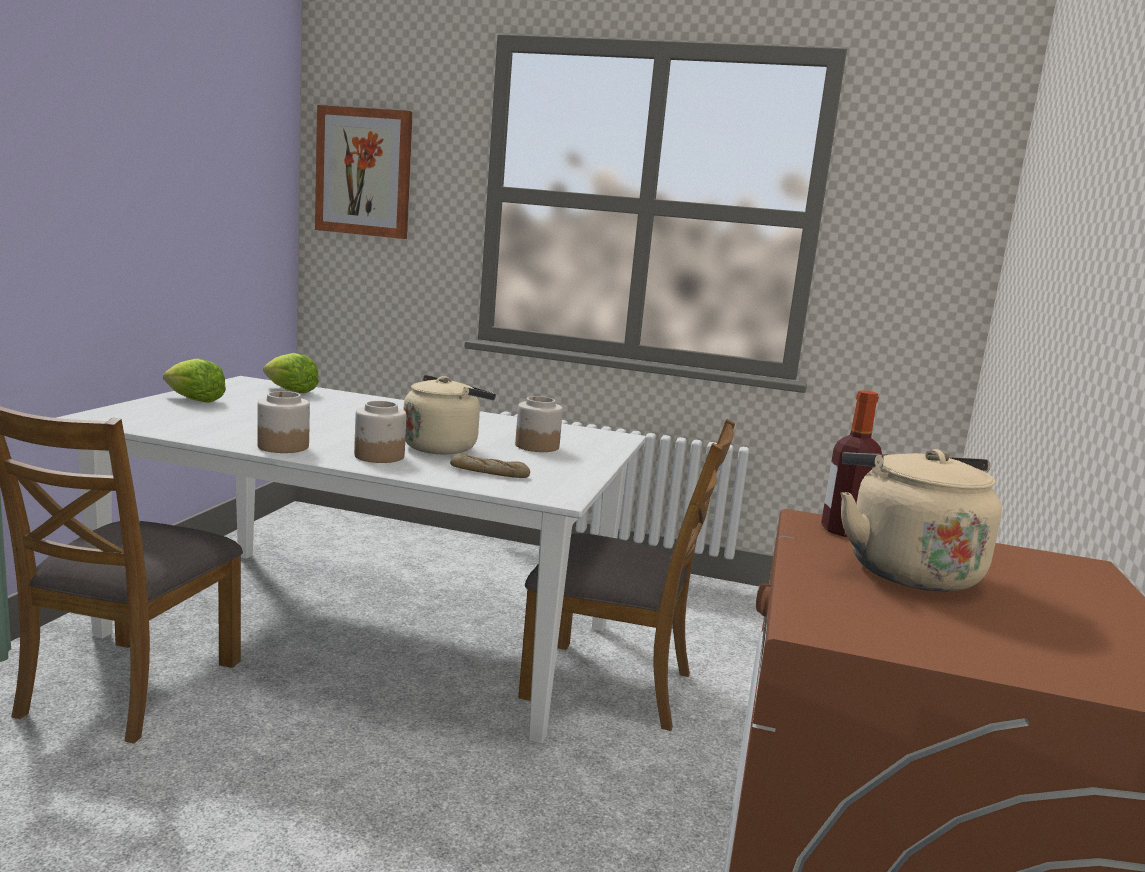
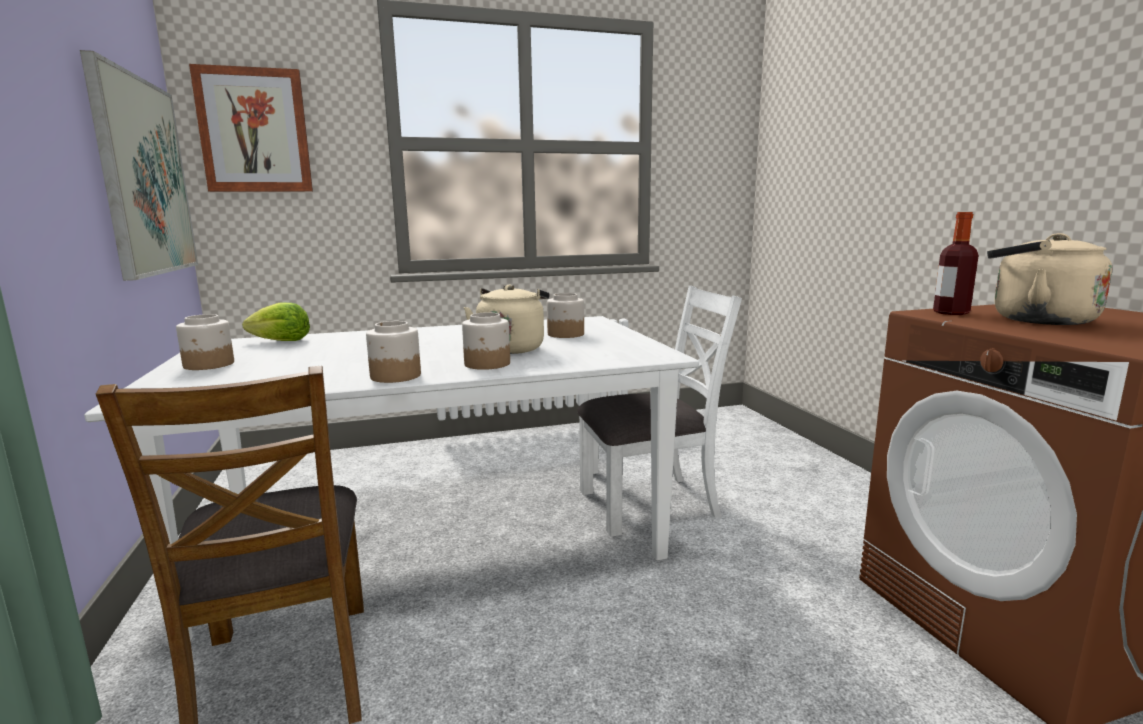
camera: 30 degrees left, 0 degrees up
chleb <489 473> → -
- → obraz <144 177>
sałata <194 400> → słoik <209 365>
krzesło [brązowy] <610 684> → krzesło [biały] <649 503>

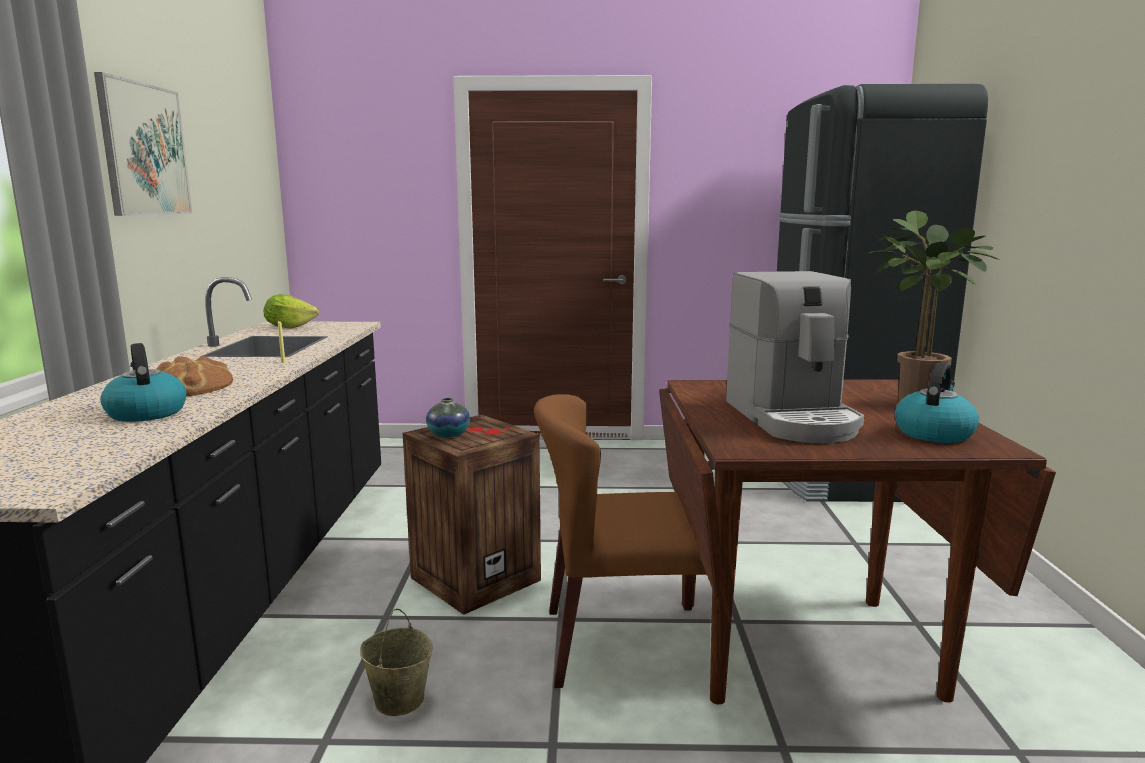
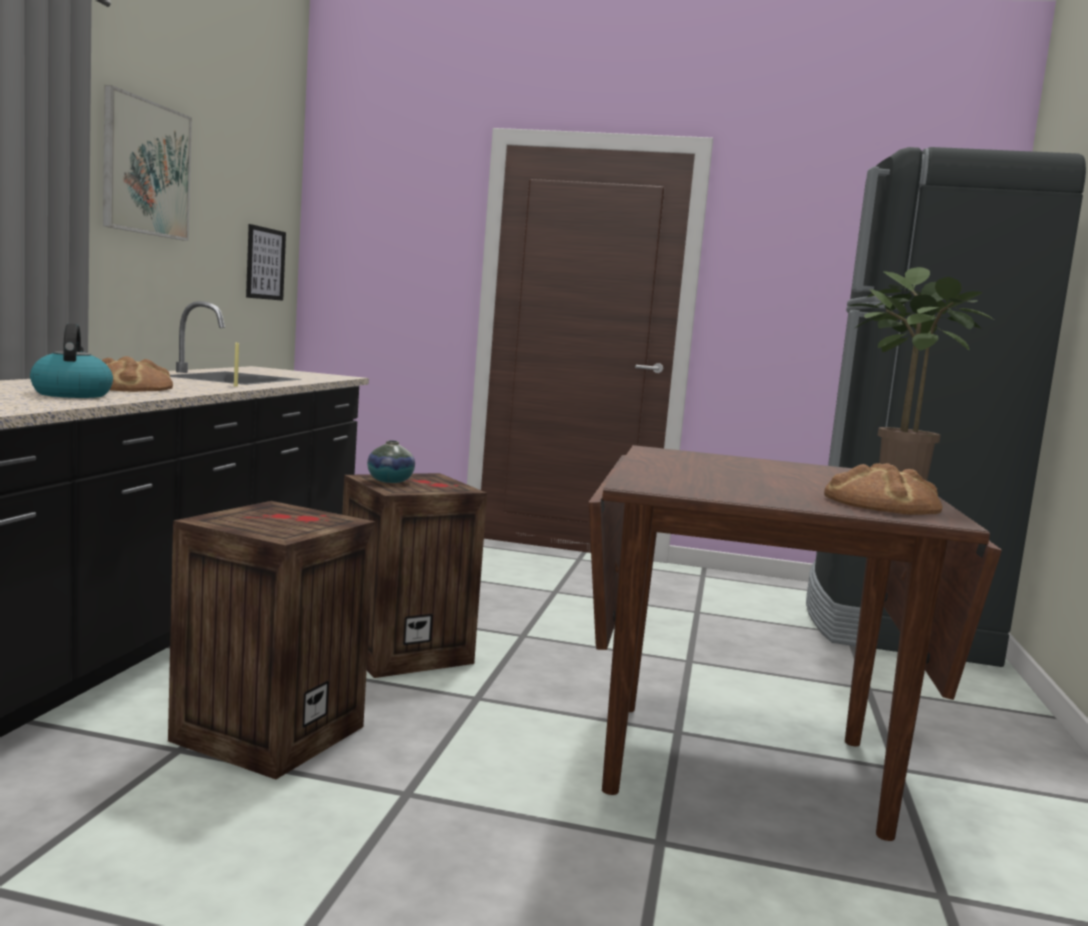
camera: 10 degrees right, 5 degrees down
sałata <289 327> → -
krzesło [brązowy] <626 643> → -
ekspres do kawy <793 418> → -
- → obraz <265 263>
wiadro [beżowy] <398 700> → skrzynka <268 732>
czajnik <933 433> → chleb <882 504>

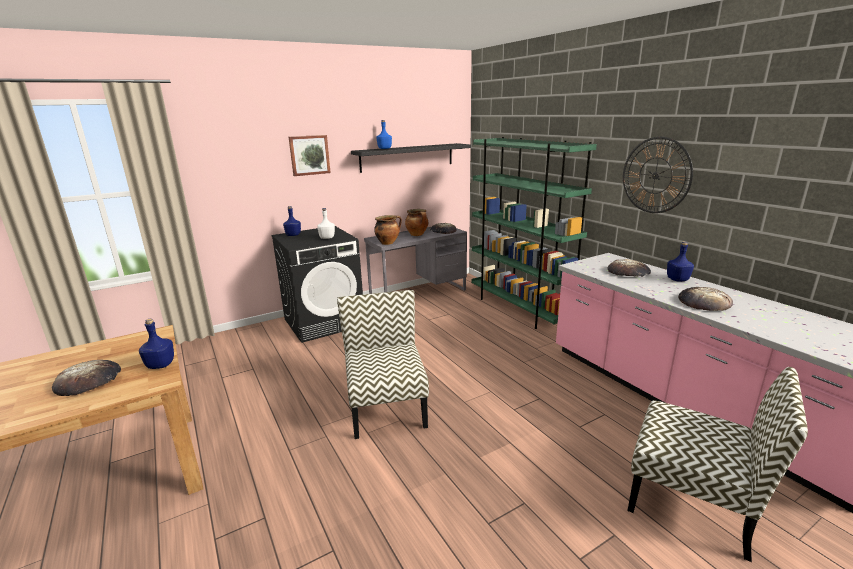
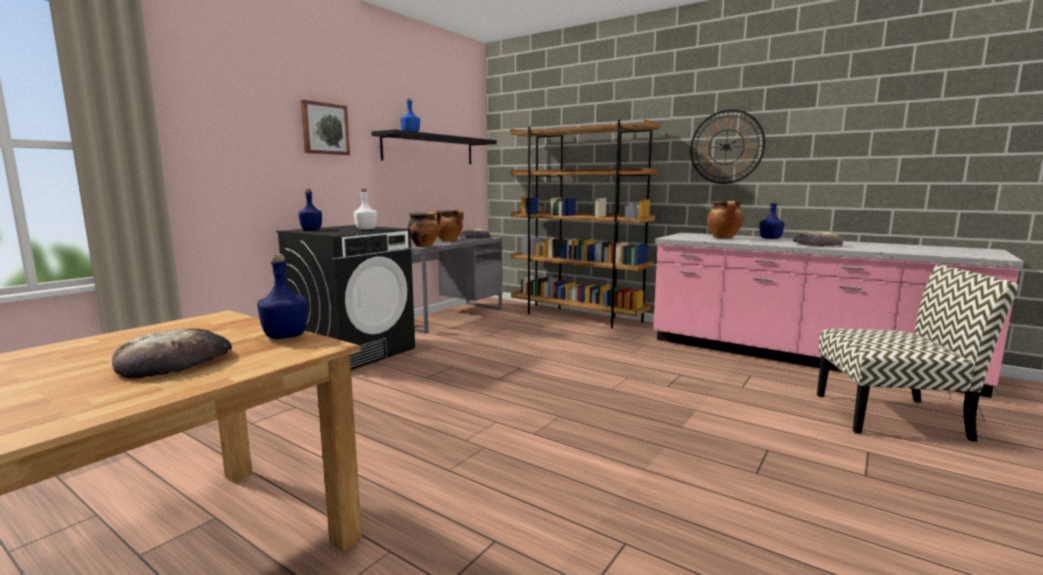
camera: 25 degrees left, 10 degrees down
krzesło <386 407> → -
chleb <628 272> → garnek <724 238>
regał [zielony] <519 309> → regał [brązowy] <577 316>

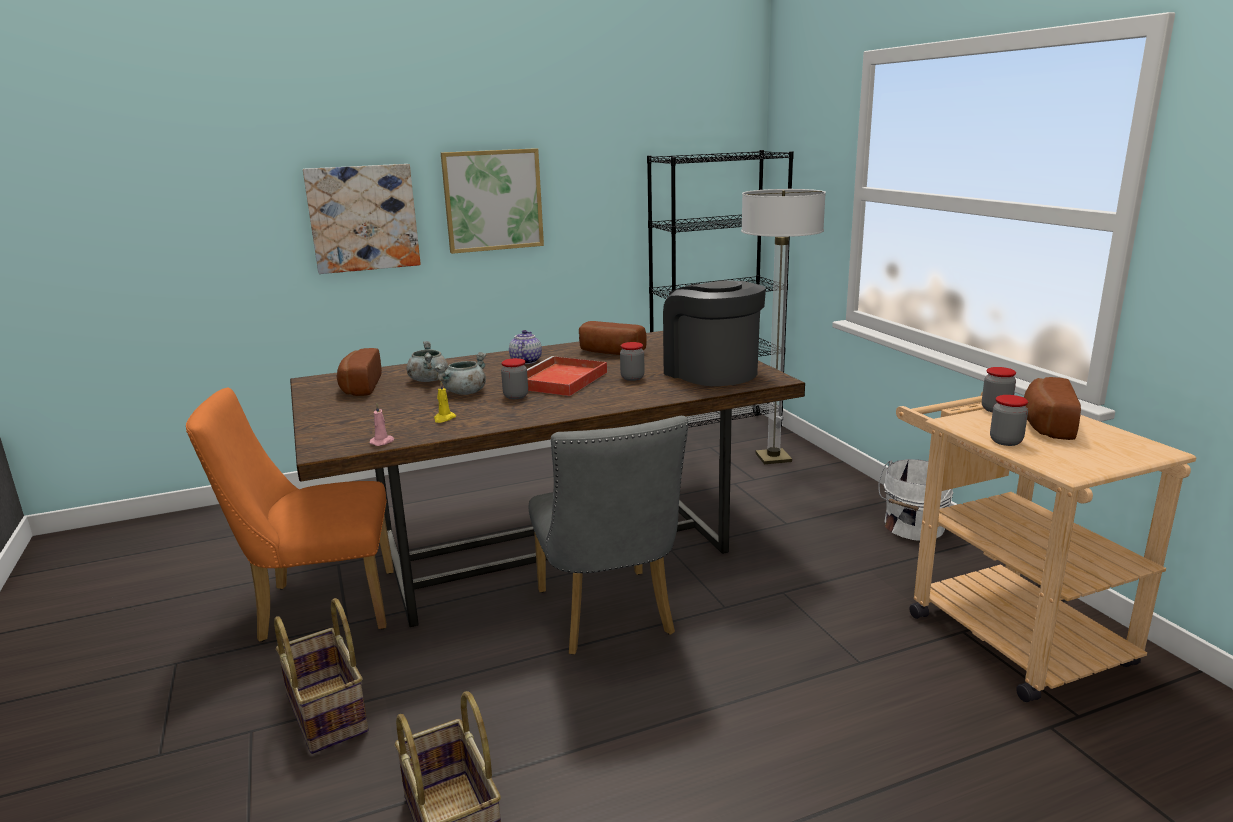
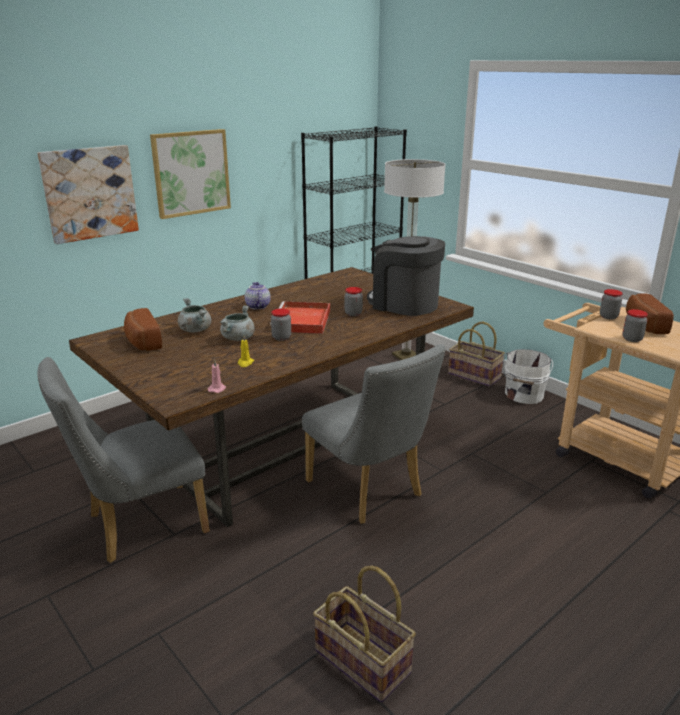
camera: 20 degrees left, 5 degrees up
chleb <609 353> → -
koszyk <328 713> → koszyk <475 375>, moved
krzesło [pomarańczowy] <317 607> → krzesło [szary] <138 526>

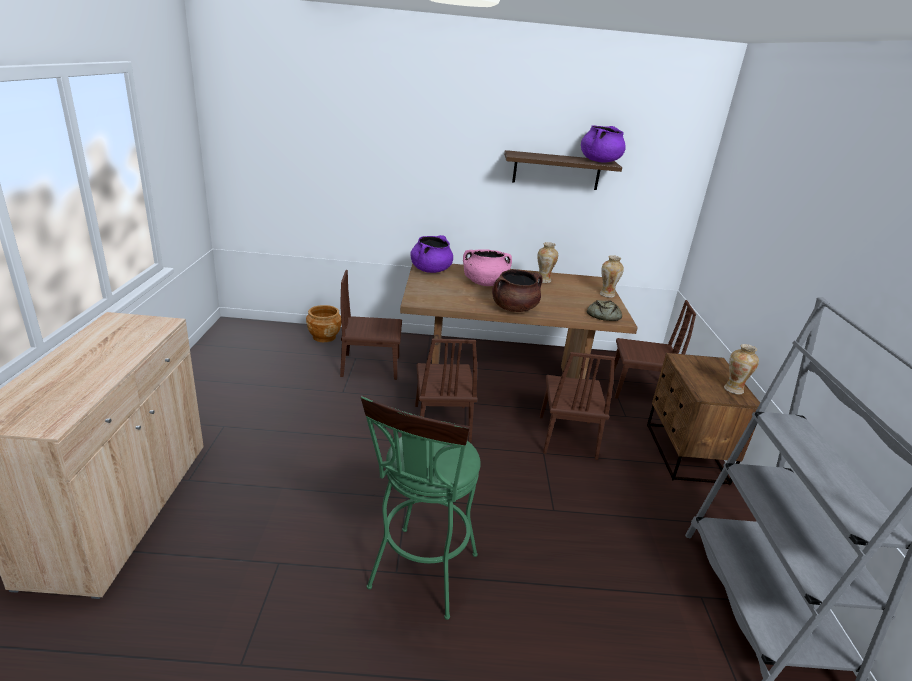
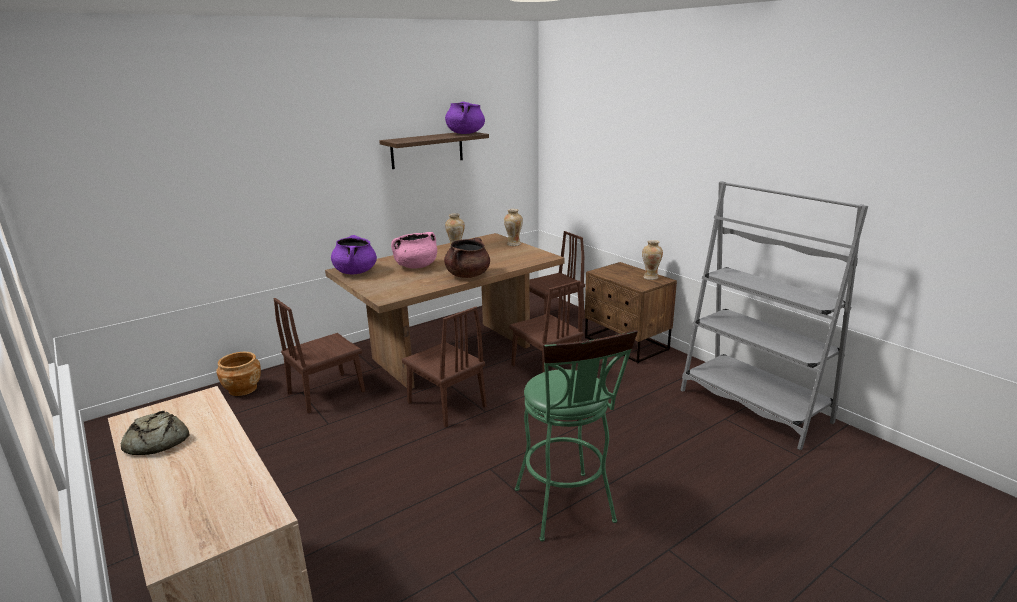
camera: 35 degrees left, 5 degrees down
chleb <602 315> → chleb <155 442>, moved

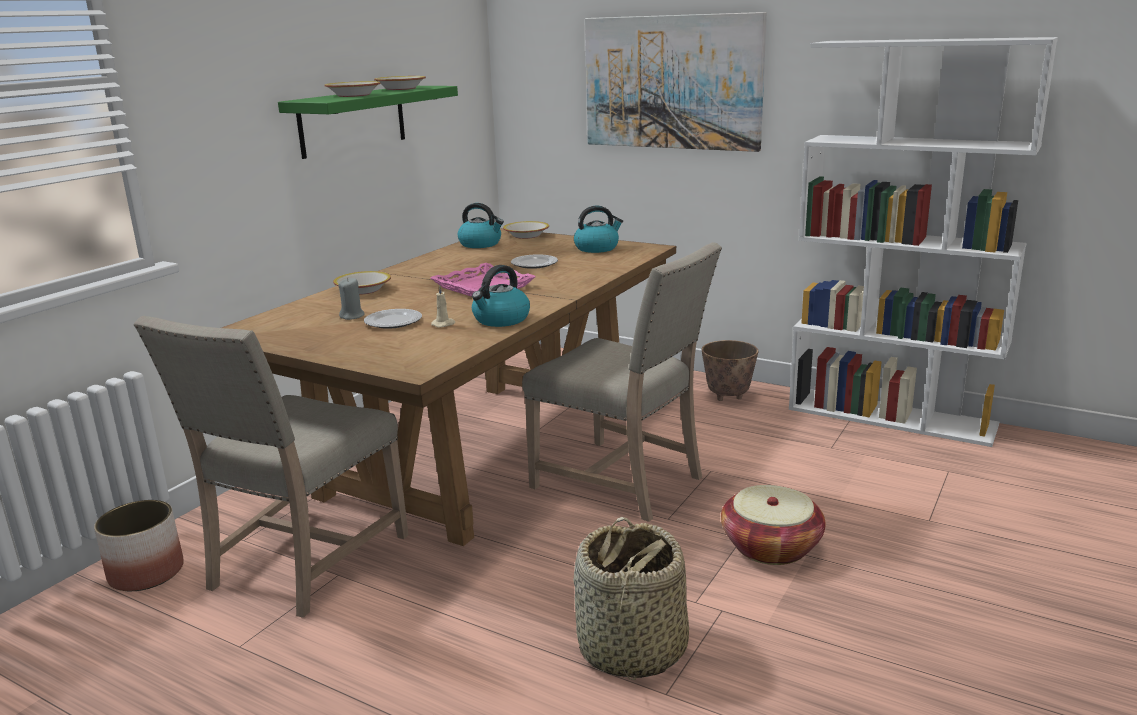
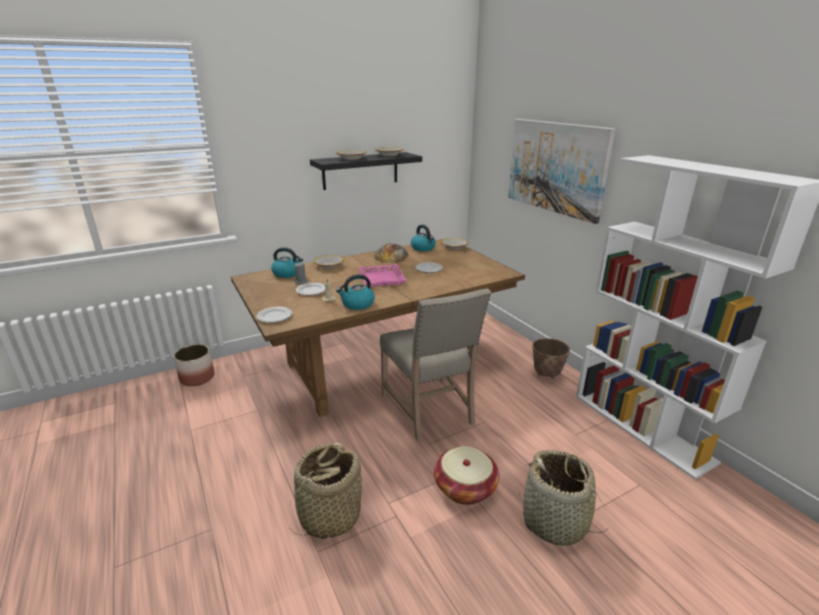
camera: 30 degrees right, 5 degrees up
krzesło [beżowy] <303 563> → -
- → talerz <275 316>
- → chleb <391 256>
- → koszyk <555 522>
czajnik <597 248> → czajnik <287 273>, moved
półka [zielony] <353 120> → półka [czarny] <360 170>

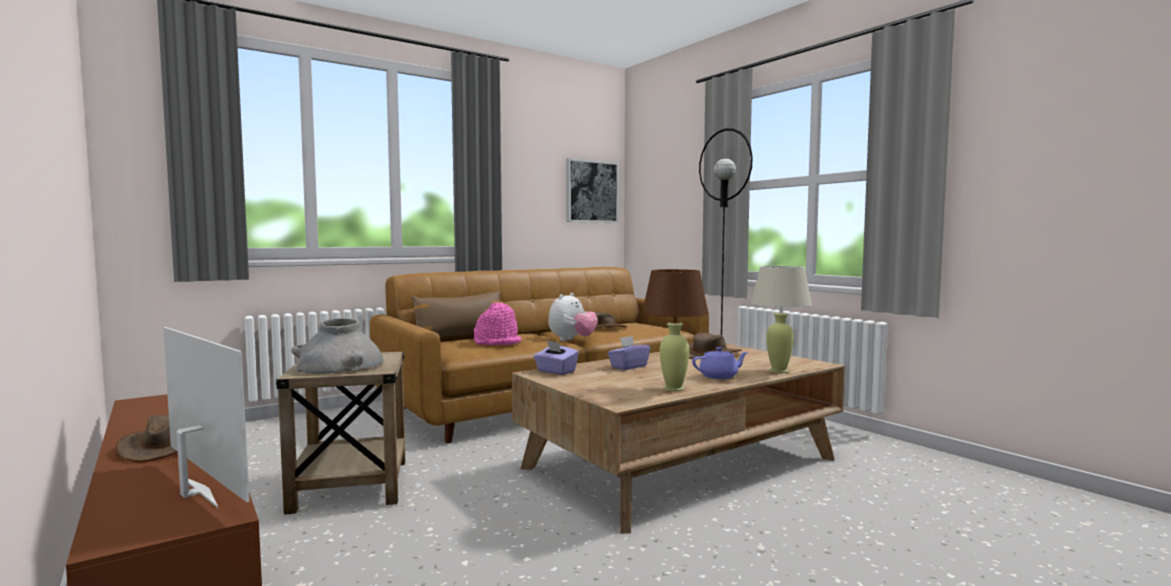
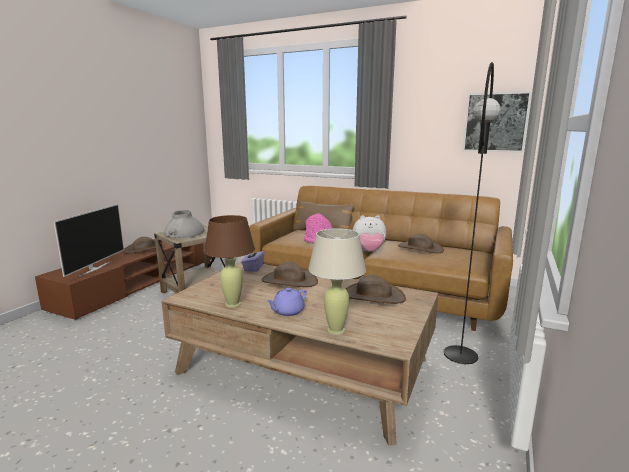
camera: 60 degrees right, 10 degrees up
pudełko chusteczek [fioletowy] <628 366> → kapelusz [brązowy] <289 281>
imbryk [fioletowy] <719 376> → imbryk [fioletowy] <287 311>, 90 degrees clockwise

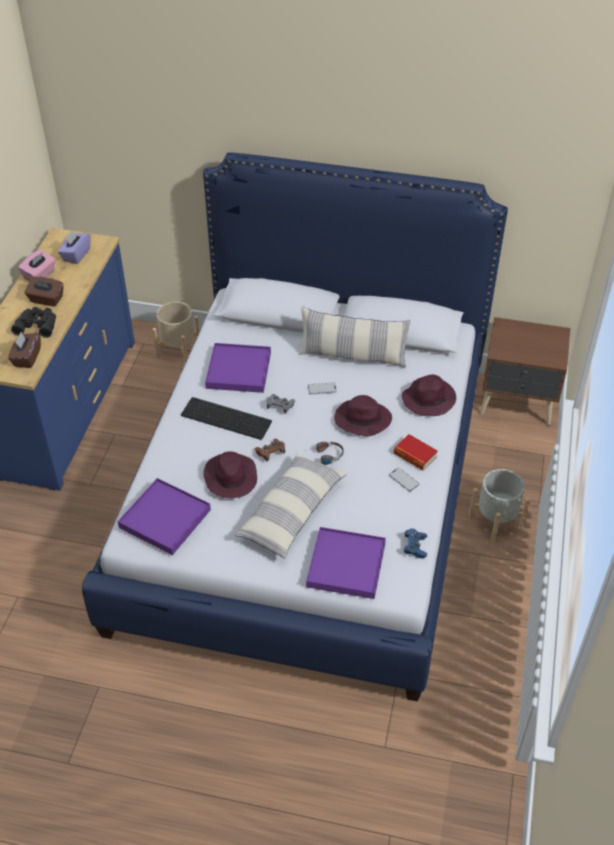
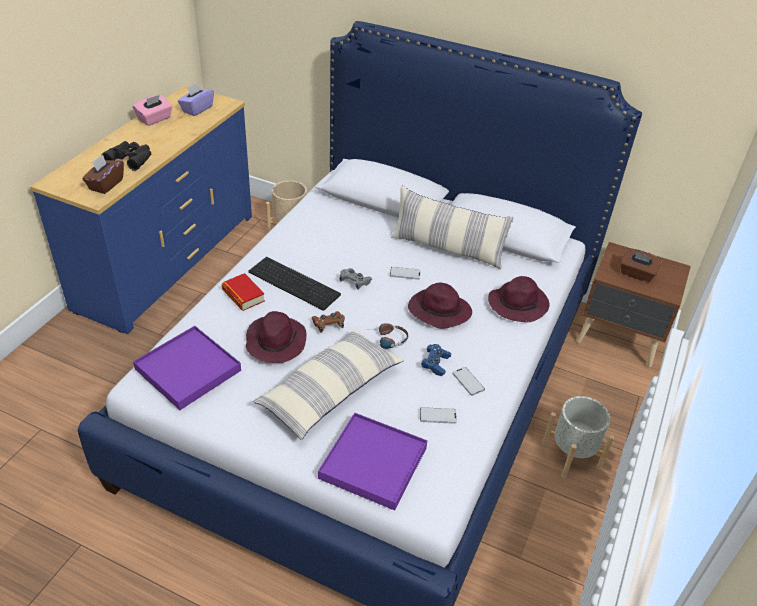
camera: 10 degrees right, 5 degrees down
taca [fioletowy] <239 370> → -
- → telefon <438 416>
pudełko chusteczek [brązowy] <46 300> → pudełko chusteczek [brązowy] <636 274>, moved
książka <415 455> → książka <243 295>, moved
pad do gier [niebieski] <415 547> → pad do gier [niebieski] <435 364>, moved

